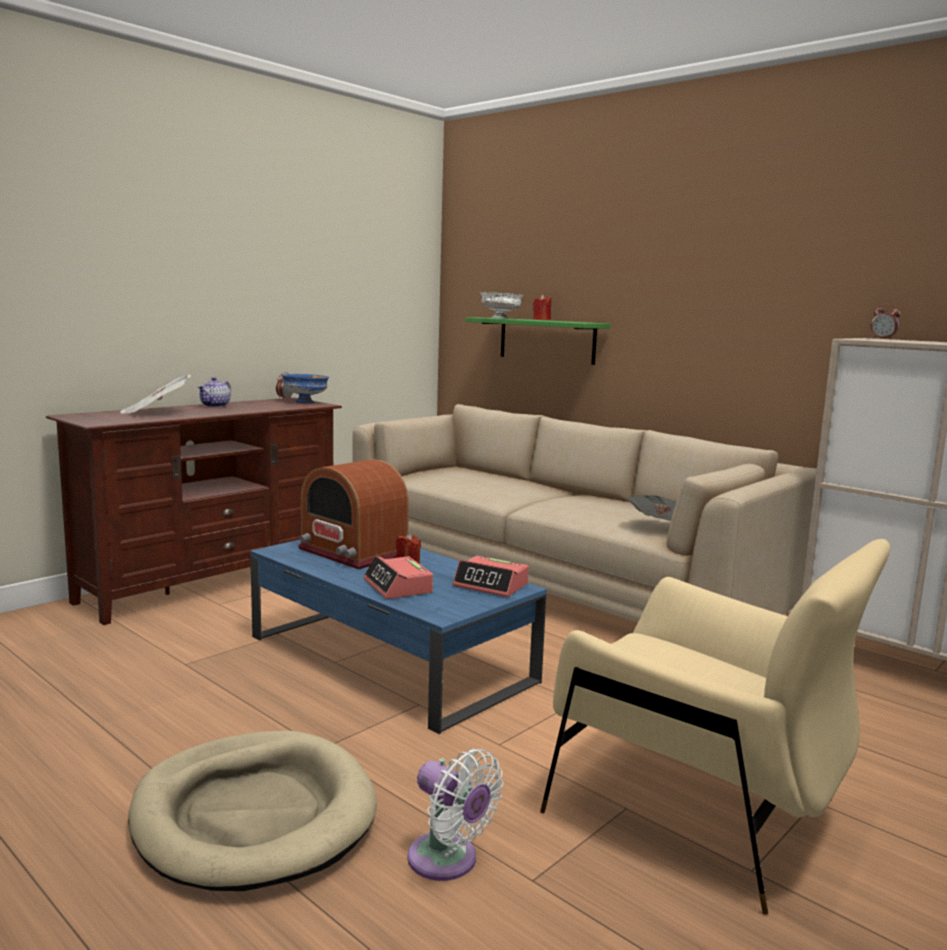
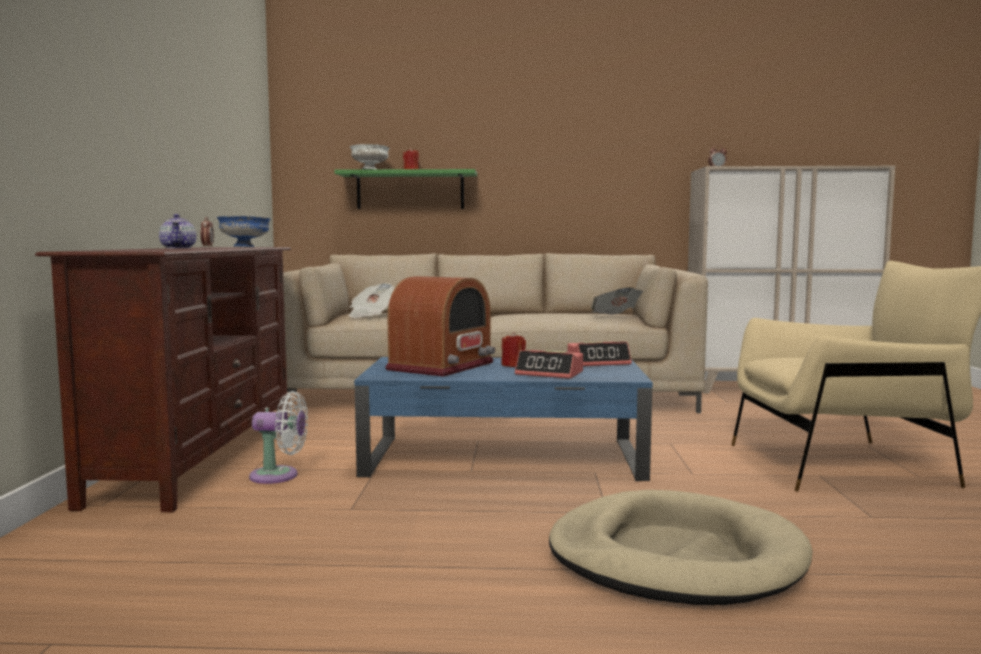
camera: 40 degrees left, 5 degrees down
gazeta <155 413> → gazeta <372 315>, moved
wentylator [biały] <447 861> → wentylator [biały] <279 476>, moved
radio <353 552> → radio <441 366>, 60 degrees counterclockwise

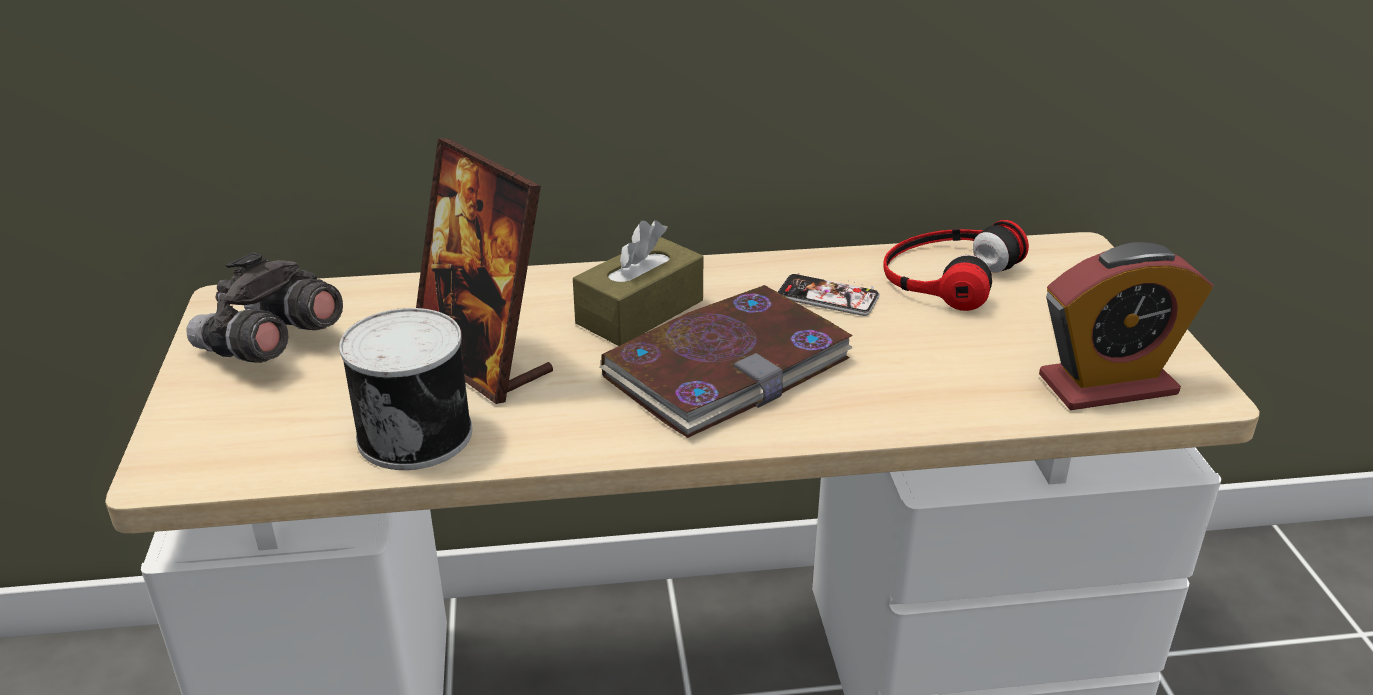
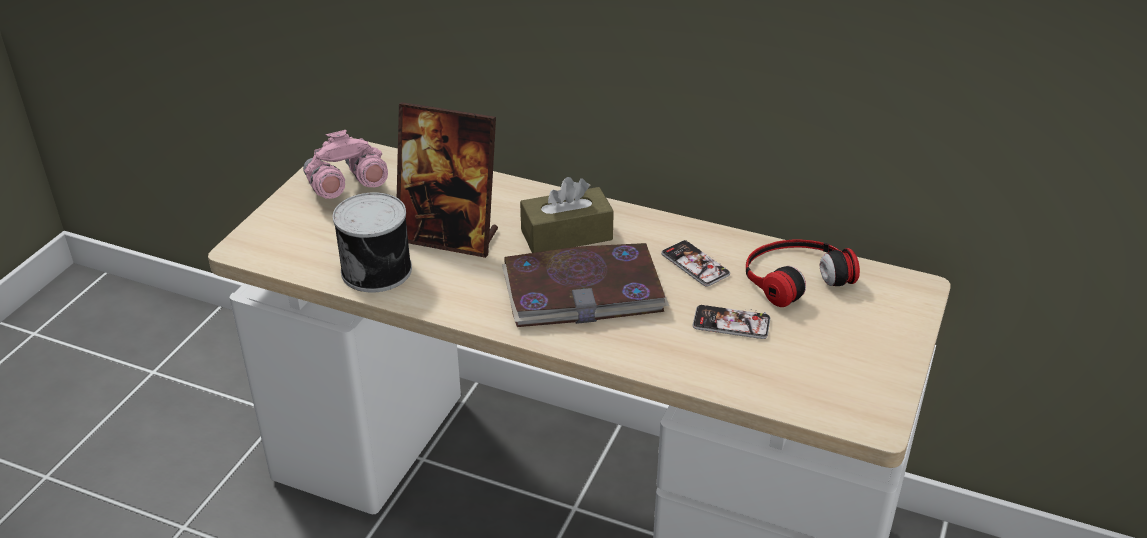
camera: 30 degrees right, 5 degrees up
budzik <1107 385> → -
- → telefon <731 323>
lornetka [szary] <269 347> → lornetka [różowy] <345 189>
ramka na zdjęcie <483 361> → ramka na zdjęcie <449 237>, 60 degrees counterclockwise

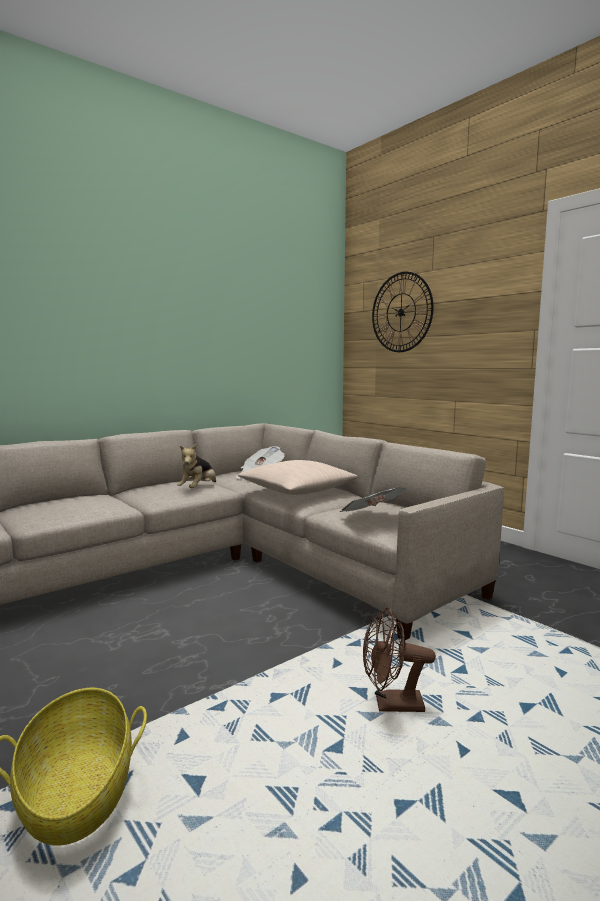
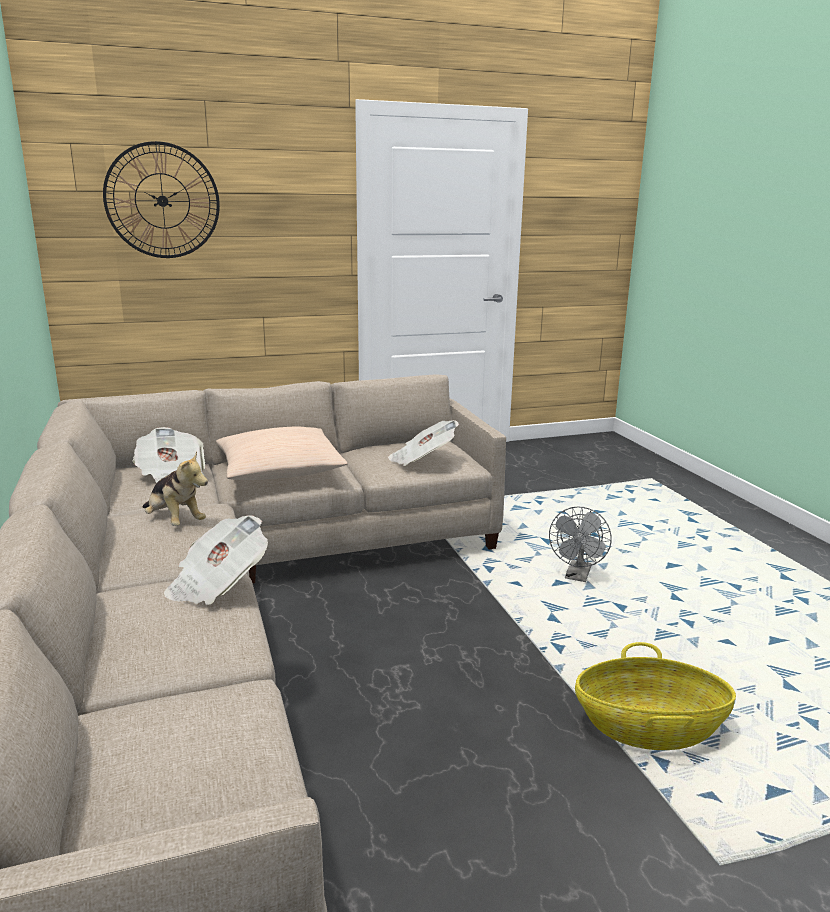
camera: 70 degrees left, 10 degrees up
- → gazeta <217 584>
wentylator [brązowy] <391 705> → wentylator [szary] <577 577>

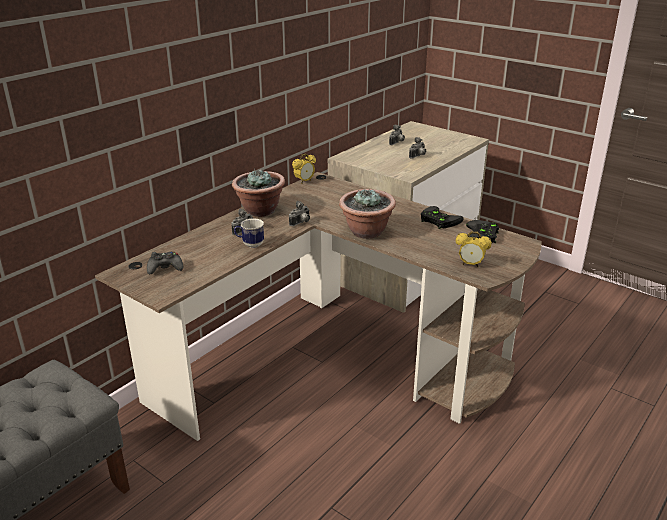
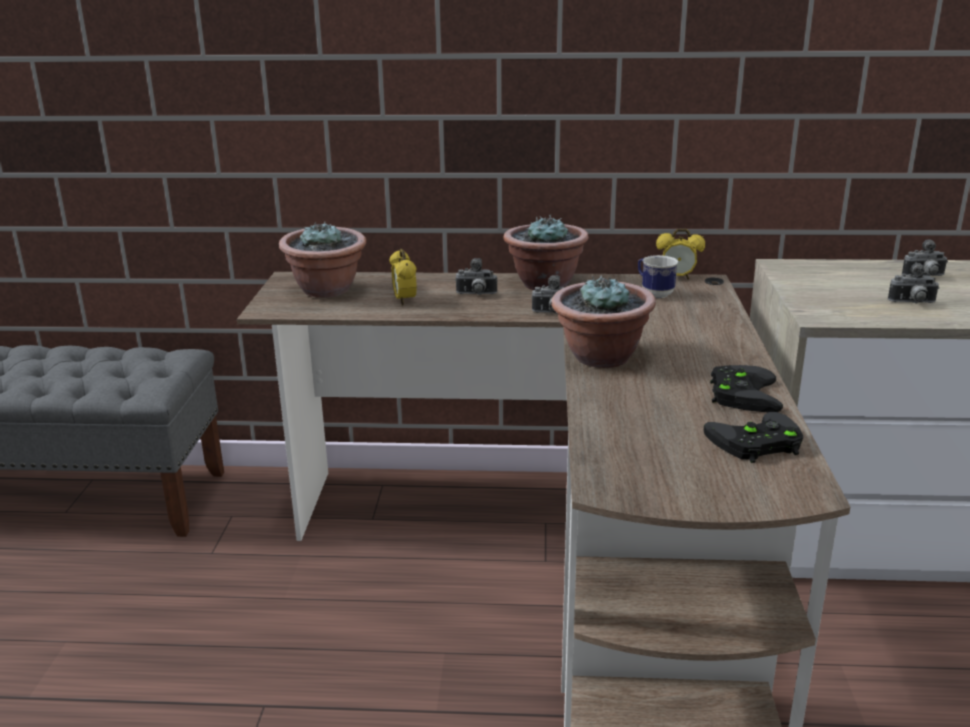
camera: 55 degrees right, 5 degrees down
kubek <250 244> → kubek <654 293>, moved
budzik <470 264> → budzik <404 301>, moved
pad do gier [czarny] <165 268> → roślina doniczkowa <327 290>

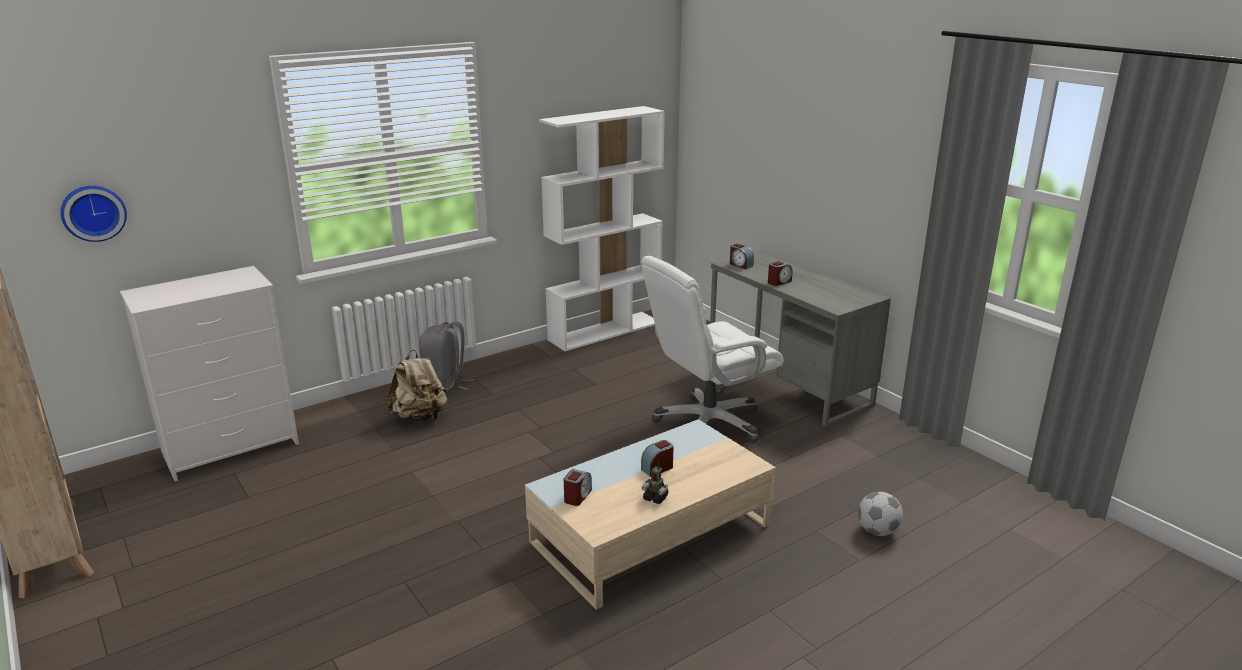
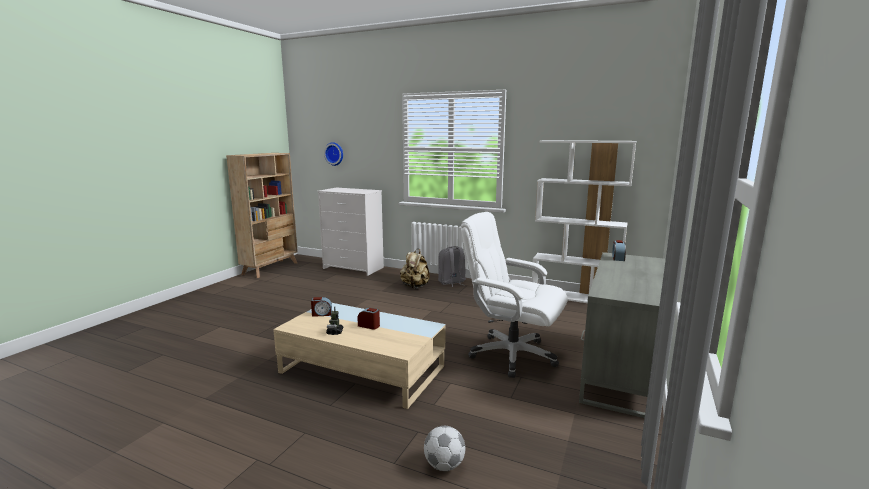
camera: 60 degrees right, 10 degrees down
budzik <779 282> → -

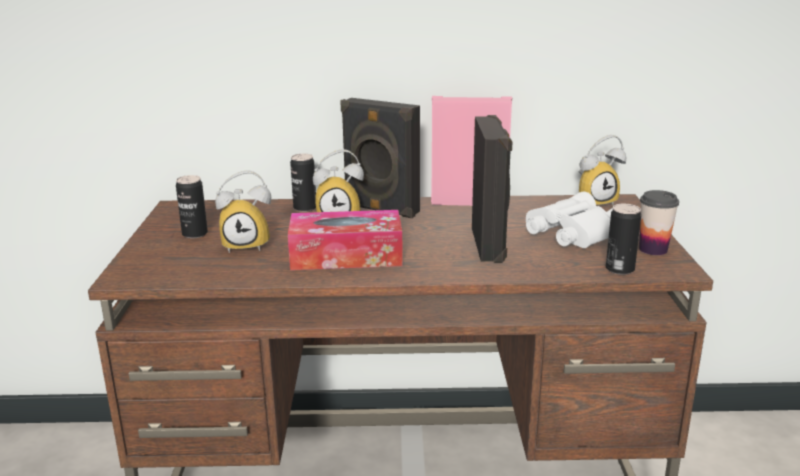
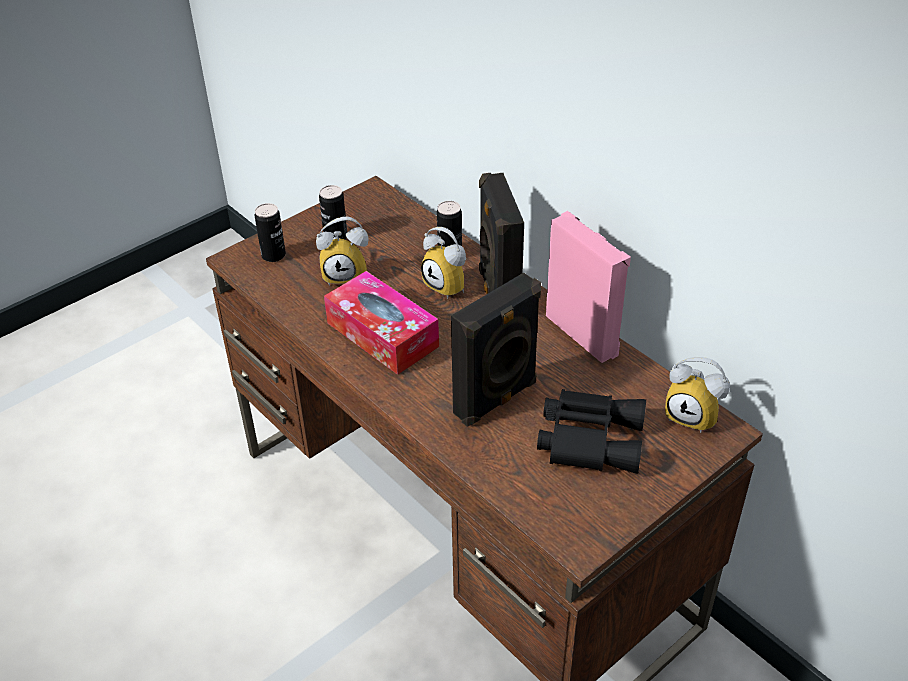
camera: 50 degrees right, 20 degrees up
filiżanka <653 249> → -
puszka <619 269> → puszka <273 255>, moved
lornetka [biały] <573 232> → lornetka [czarny] <589 437>
budzik <248 245> → budzik <346 274>, 45 degrees counterclockwise

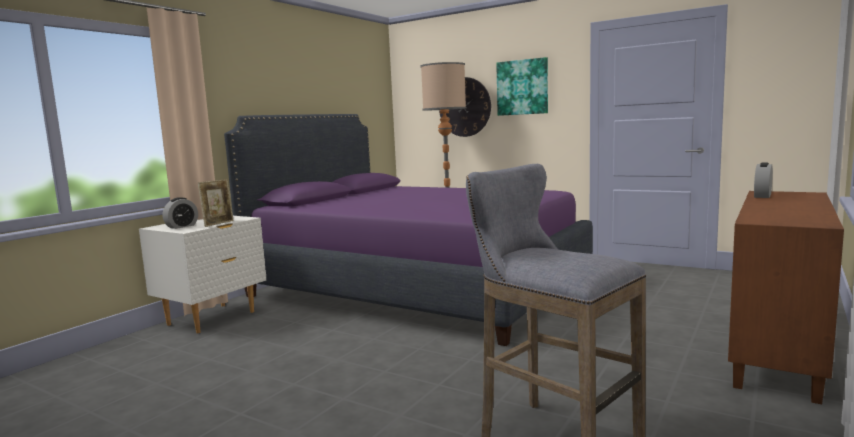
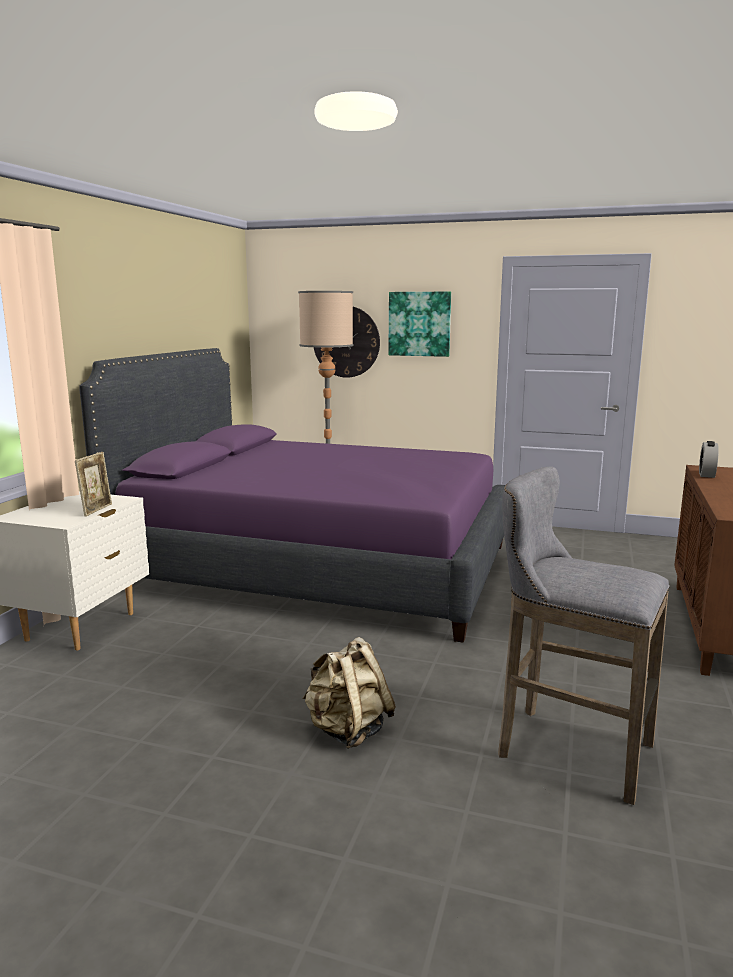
camera: 15 degrees left, 5 degrees up
budzik <182 226> → -
- → plecak [beżowy] <348 730>

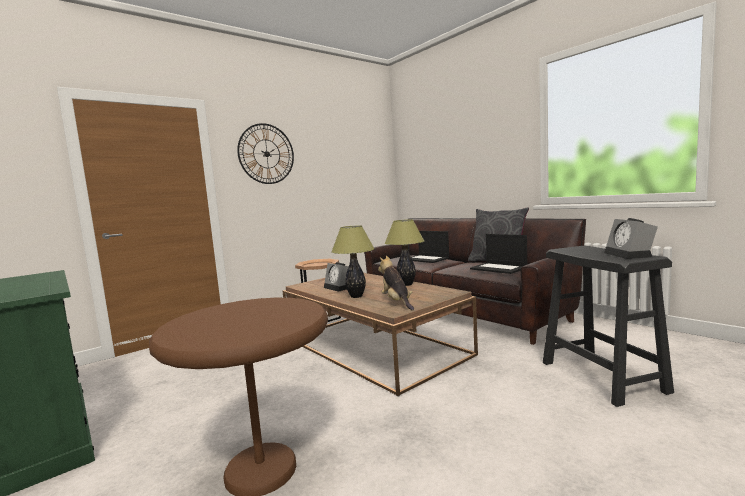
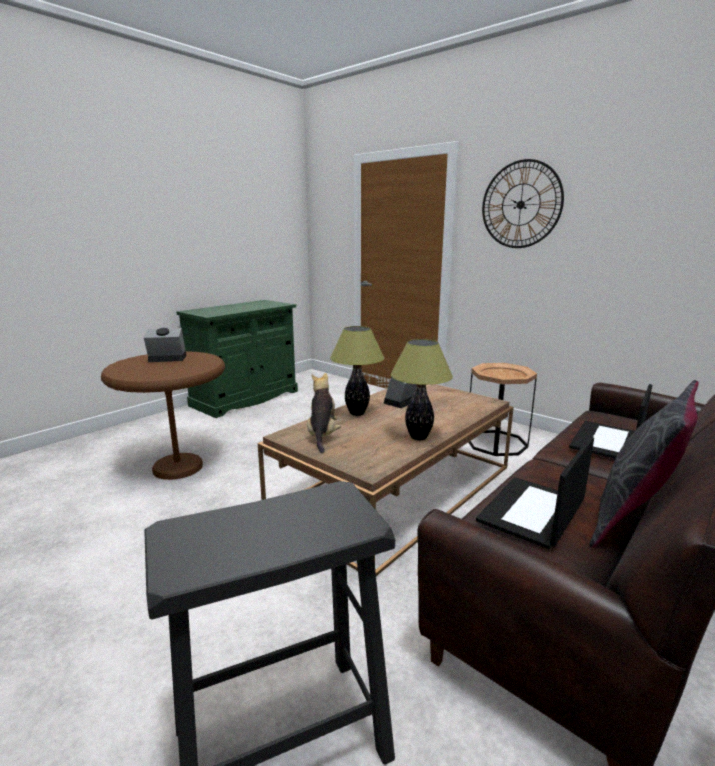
camera: 80 degrees right, 10 degrees up
budzik <630 255> → budzik <166 359>, moved
pluszak <397 302> → pluszak <322 435>, 60 degrees counterclockwise

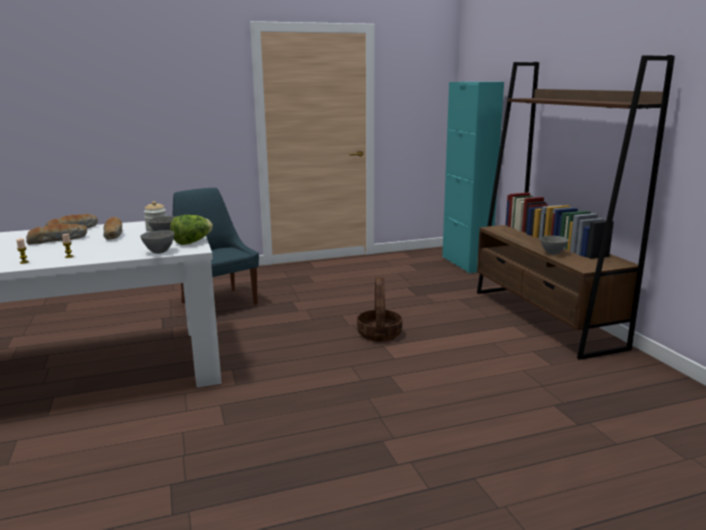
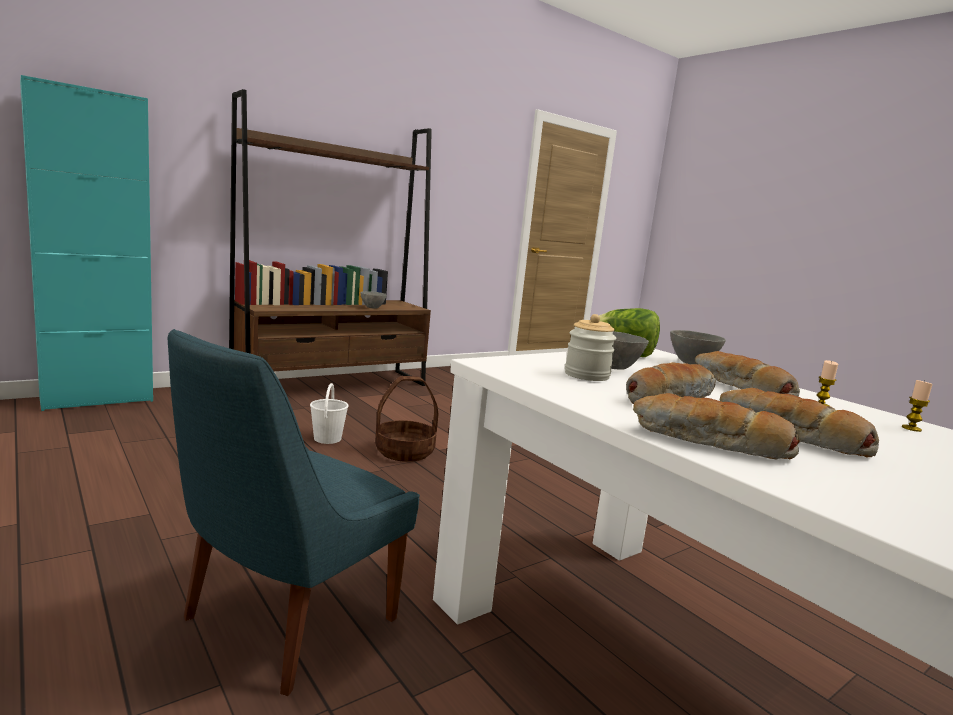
camera: 110 degrees left, 5 degrees down
- → wiadro [biały] <327 439>
- → chleb <739 387>

